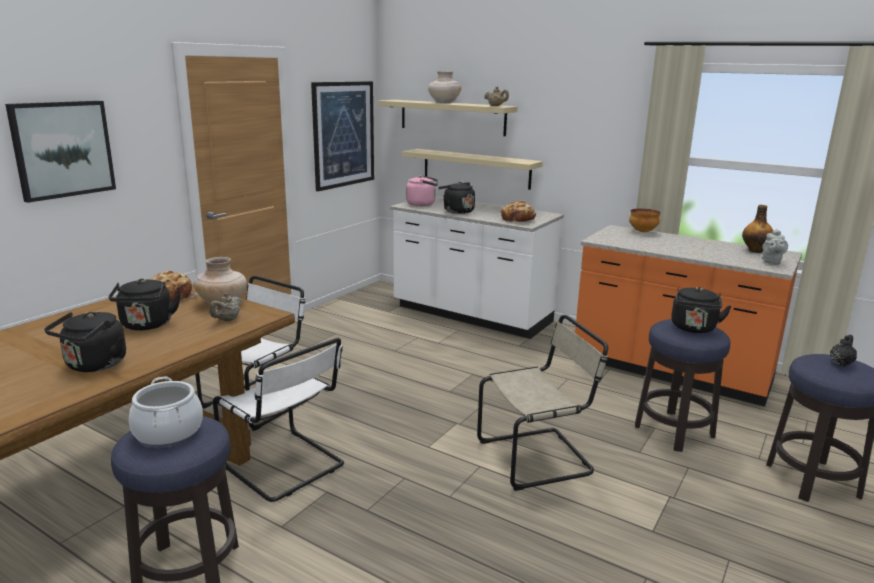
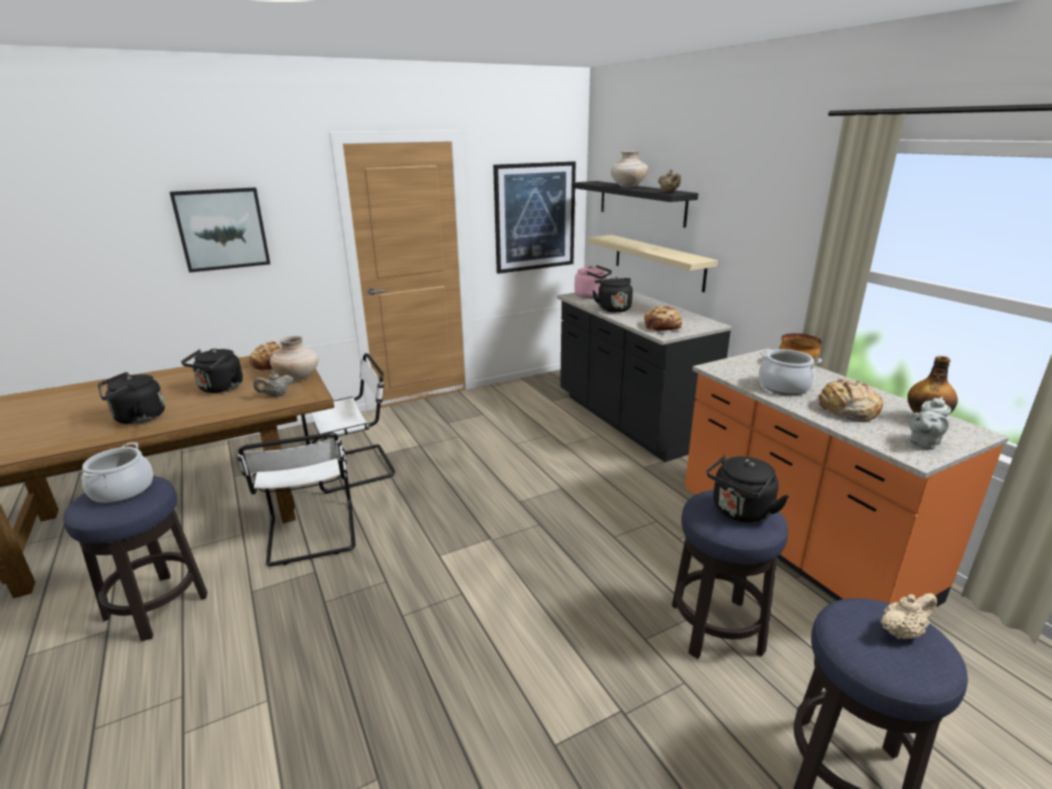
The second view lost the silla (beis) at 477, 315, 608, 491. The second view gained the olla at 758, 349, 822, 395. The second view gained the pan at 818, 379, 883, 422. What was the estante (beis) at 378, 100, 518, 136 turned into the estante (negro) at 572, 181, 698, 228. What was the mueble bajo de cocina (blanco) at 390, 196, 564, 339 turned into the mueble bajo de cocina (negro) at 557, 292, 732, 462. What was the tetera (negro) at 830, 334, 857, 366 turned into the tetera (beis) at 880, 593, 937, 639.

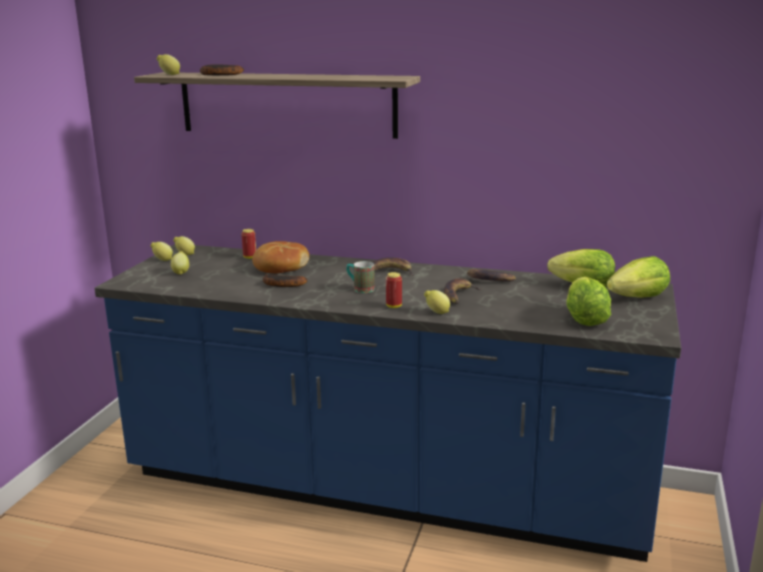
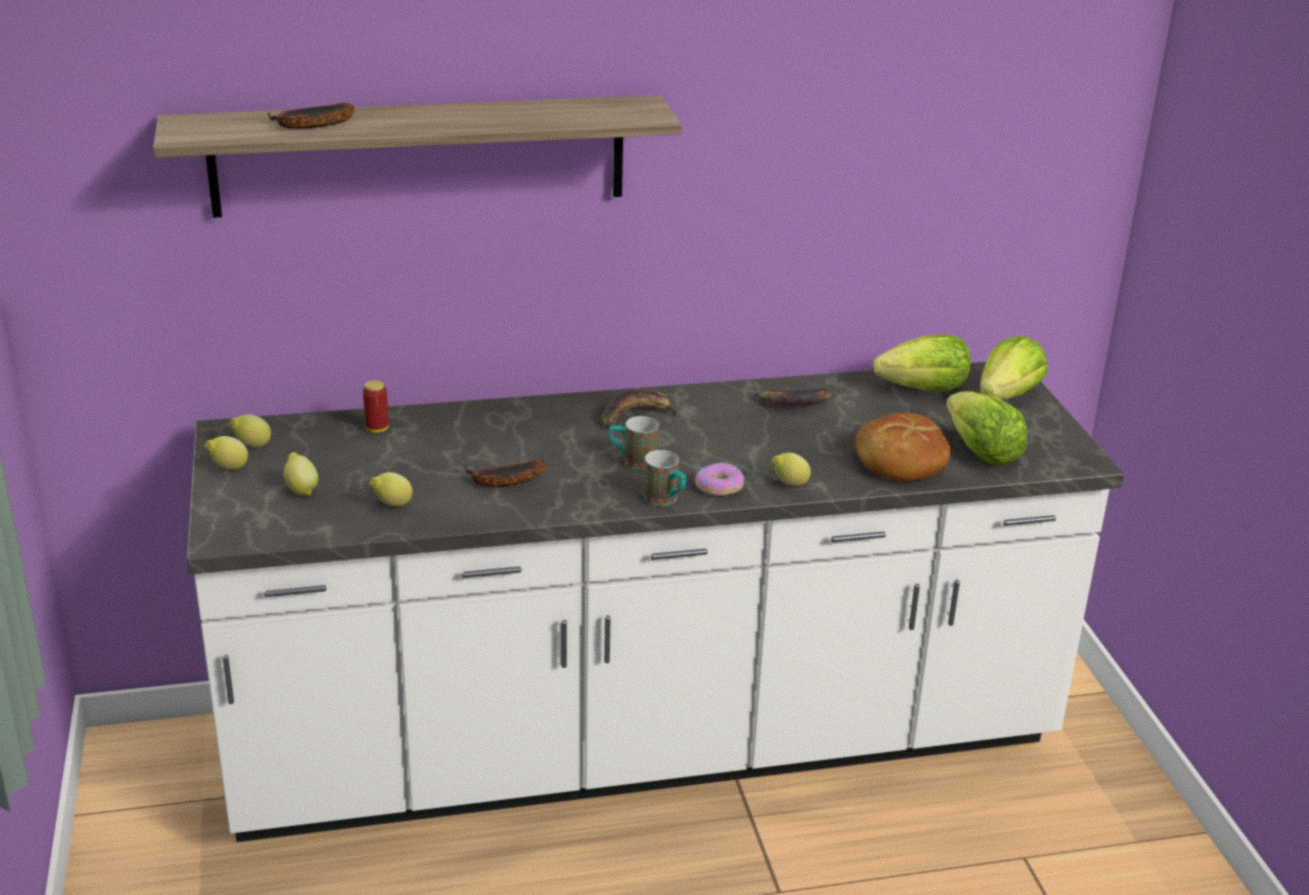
The second view lost the plátano at 444, 278, 481, 304. The second view gained the taza grande at 643, 450, 686, 506. The limón ended up elsewhere, having gone from 157, 54, 180, 75 to 370, 472, 413, 506. The pan ended up elsewhere, having gone from 252, 241, 309, 274 to 855, 413, 951, 481. Where the lata stood at 386, 272, 402, 308, the rosquilla came to stand at 695, 463, 744, 496. What was the mueble bajo de cocina (azul) at 94, 244, 681, 562 turned into the mueble bajo de cocina (blanco) at 187, 362, 1124, 842.

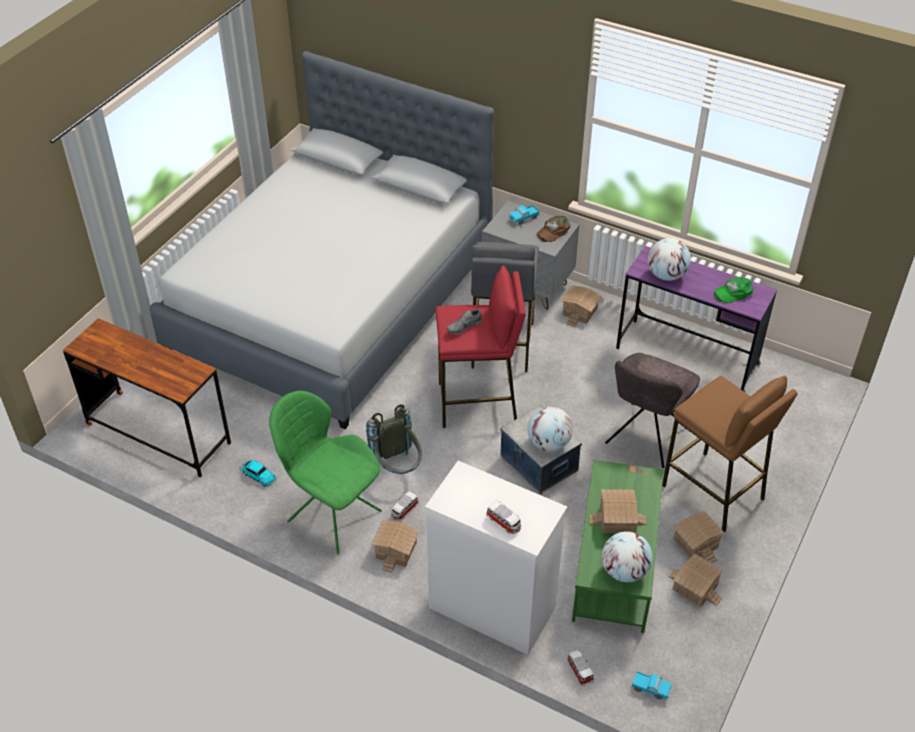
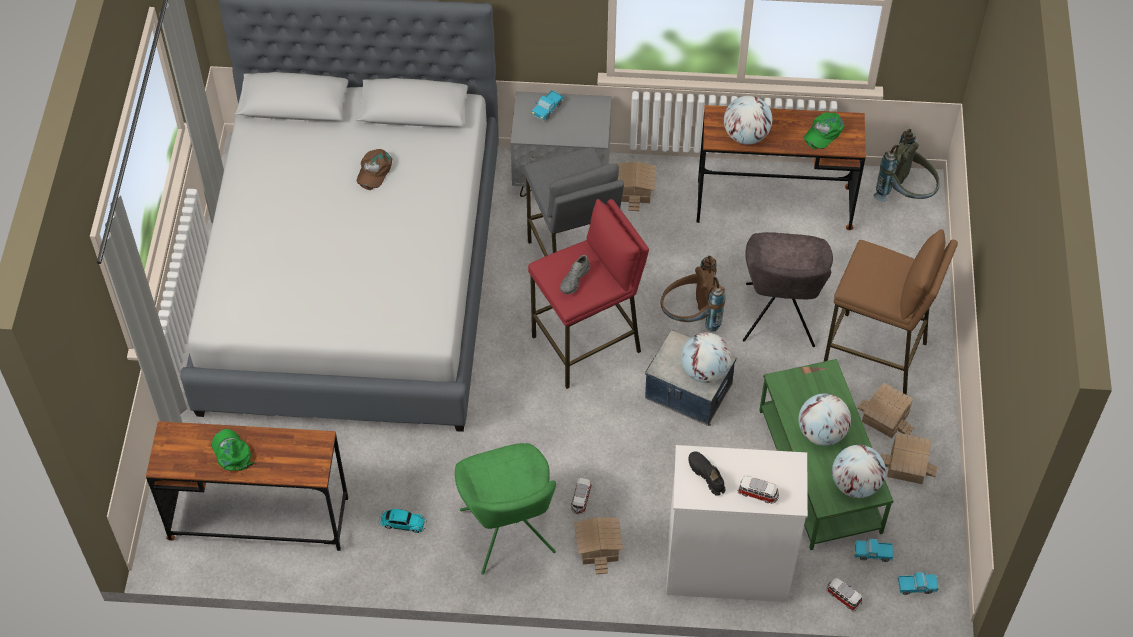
The second view gained the gorra (verde) at 212, 429, 255, 471. The second view gained the mochila (marrón) at 660, 256, 726, 332. The second view gained the zapato (negro) at 688, 451, 726, 496. The second view gained the camión de juguete at 854, 538, 893, 562. The mochila (gris) ended up elsewhere, having gone from 366, 404, 422, 474 to 873, 129, 940, 202. The gorra (marrón) ended up elsewhere, having gone from 537, 216, 571, 242 to 357, 149, 392, 190. Where the casita stood at 589, 489, 647, 533, the globo terráqueo came to stand at 799, 394, 851, 446. What was the escritorio (morado) at 616, 246, 777, 392 turned into the escritorio (marrón) at 697, 105, 866, 230. The silla (verde) at 269, 391, 382, 554 ended up facing another way, 120 degrees counterclockwise from before.

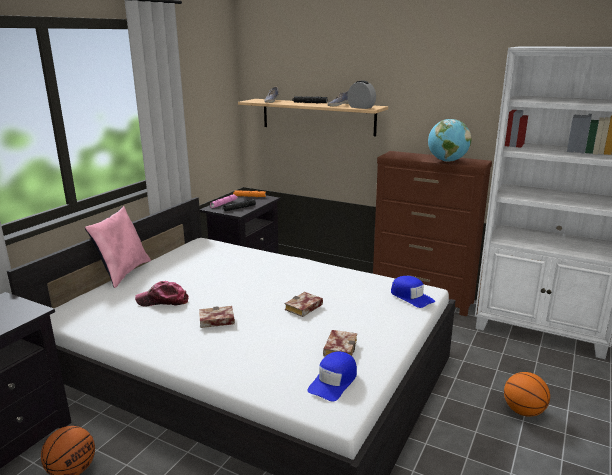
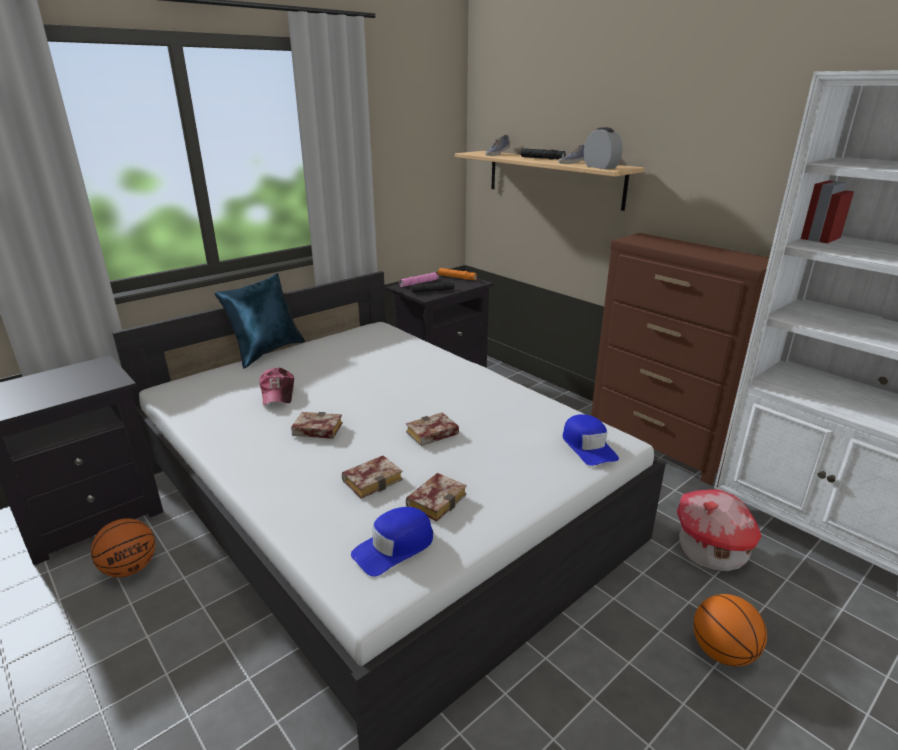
The second view lost the globo terráqueo at 428, 119, 471, 162. The second view gained the libro at 342, 455, 403, 499. The second view gained the casita at 677, 489, 762, 571. What was the cojín (rosa) at 85, 206, 151, 288 turned into the cojín (azul) at 215, 273, 305, 368. The gorra at 135, 281, 189, 306 ended up facing another way, 120 degrees counterclockwise from before.

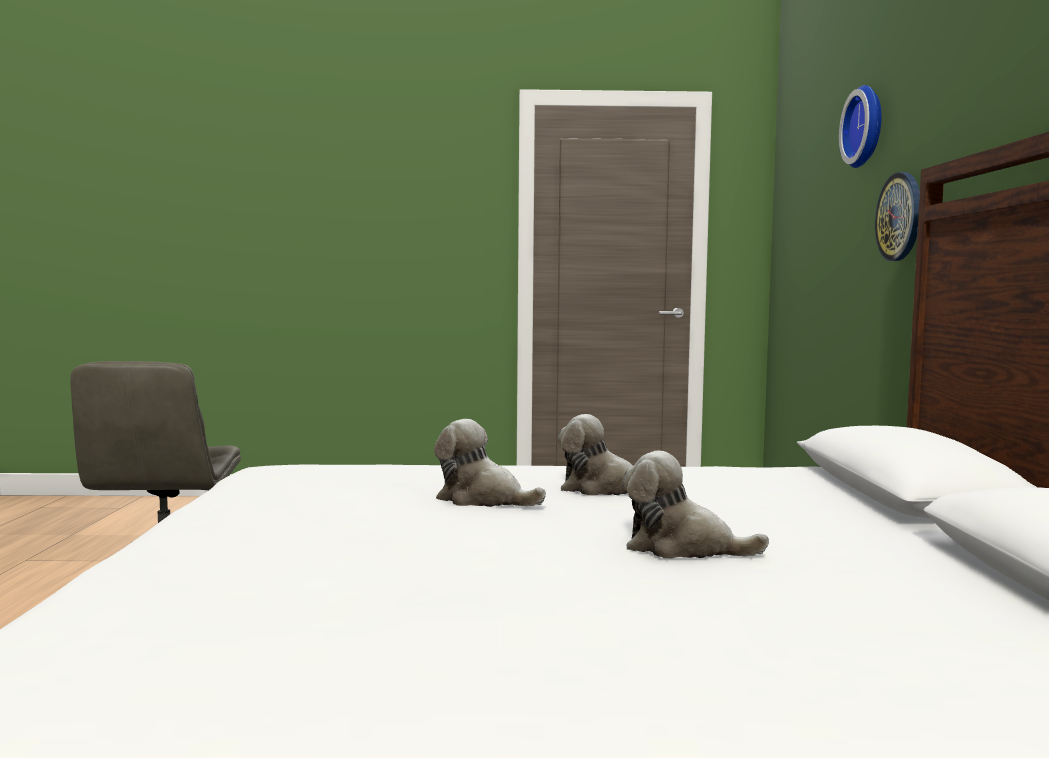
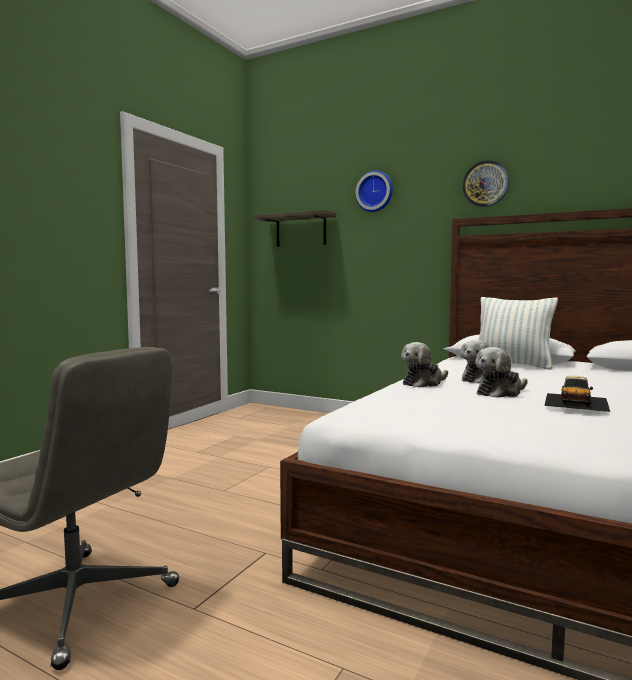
The second view gained the estante at 254, 210, 336, 247. The second view gained the cojín at 479, 297, 558, 370. The second view gained the coche de juguete at 544, 376, 610, 412. The peluche ended up elsewhere, having gone from 623, 451, 769, 559 to 401, 342, 448, 388. The reloj de pared ended up elsewhere, having gone from 875, 172, 920, 261 to 462, 160, 509, 207.

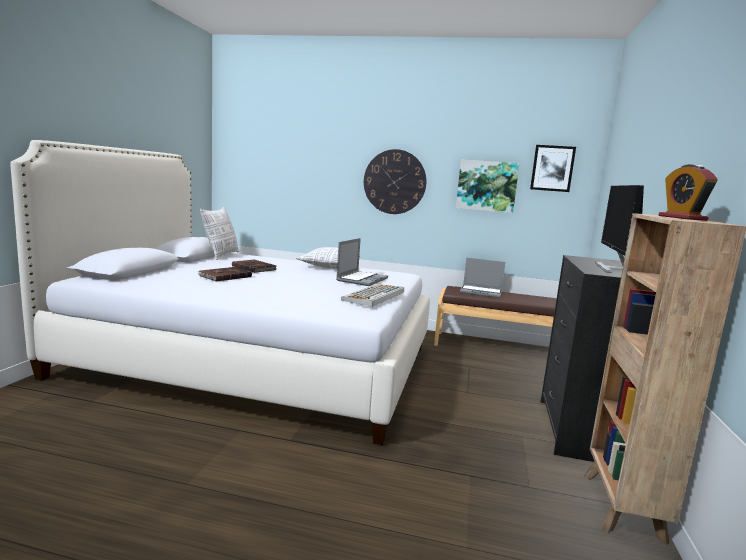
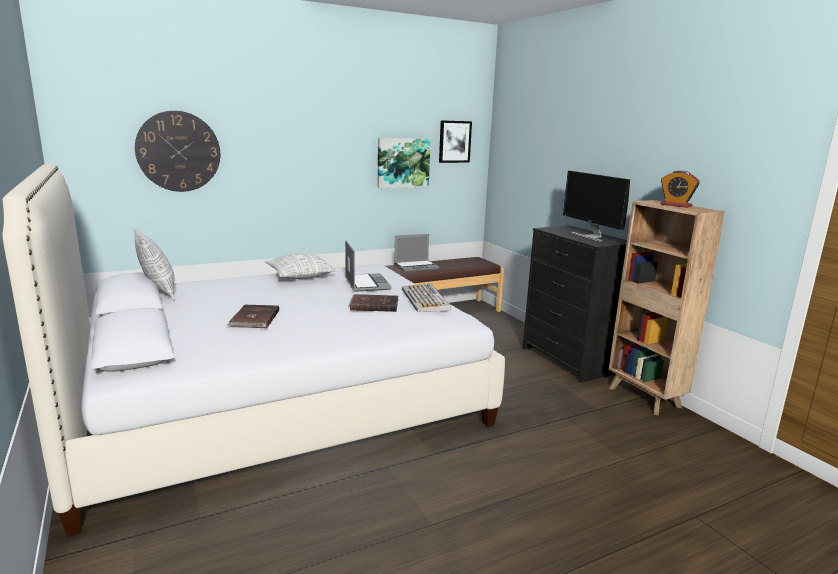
The libro (marrón) ended up elsewhere, having gone from 232, 259, 276, 273 to 349, 294, 399, 312. The reloj de pared ended up elsewhere, having gone from 364, 149, 426, 214 to 135, 111, 220, 192.

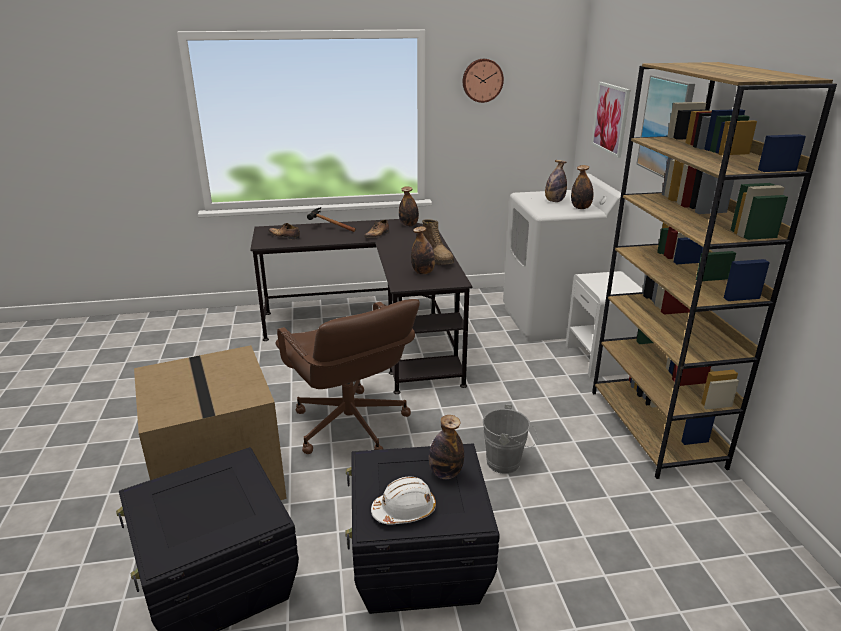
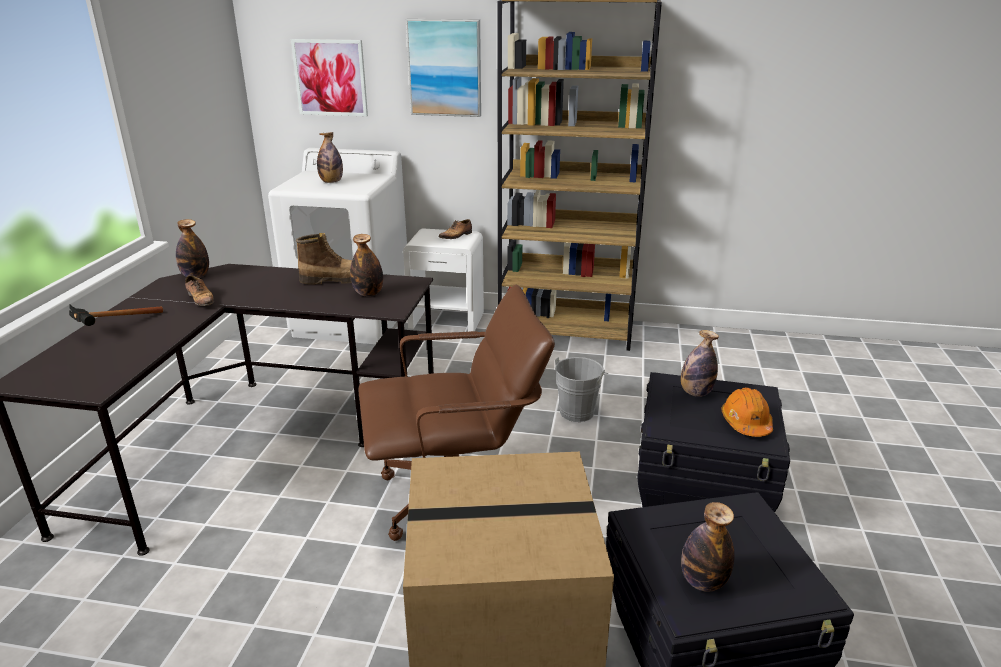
The second view lost the reloj de pared at 463, 59, 504, 103. The zapato ended up elsewhere, having gone from 268, 223, 300, 240 to 438, 219, 472, 239. The botella ended up elsewhere, having gone from 571, 165, 593, 209 to 681, 502, 735, 592. What was the casco (blanco) at 371, 476, 436, 525 turned into the casco (naranja) at 721, 387, 773, 437.

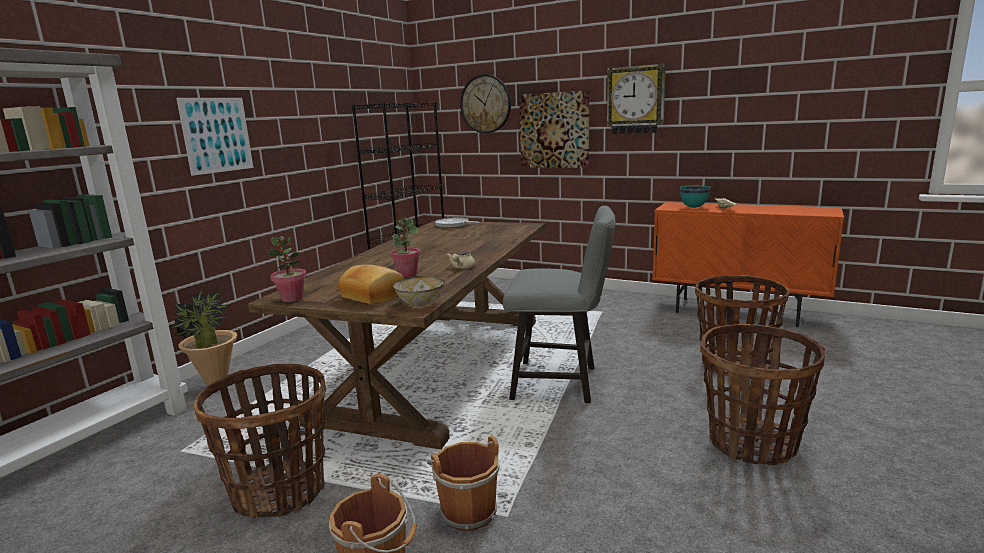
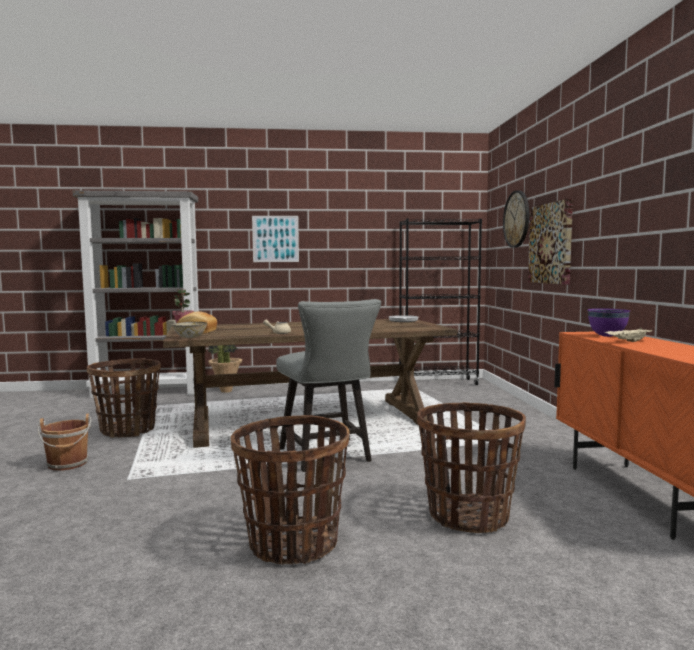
The second view lost the planta en maceta at 390, 218, 421, 277. The second view lost the cubo (marrón) at 427, 436, 500, 531. The second view lost the reloj de pared at 606, 64, 666, 134. What was the cuenco (turquesa) at 680, 185, 711, 208 turned into the cuenco (morado) at 588, 309, 630, 337.

